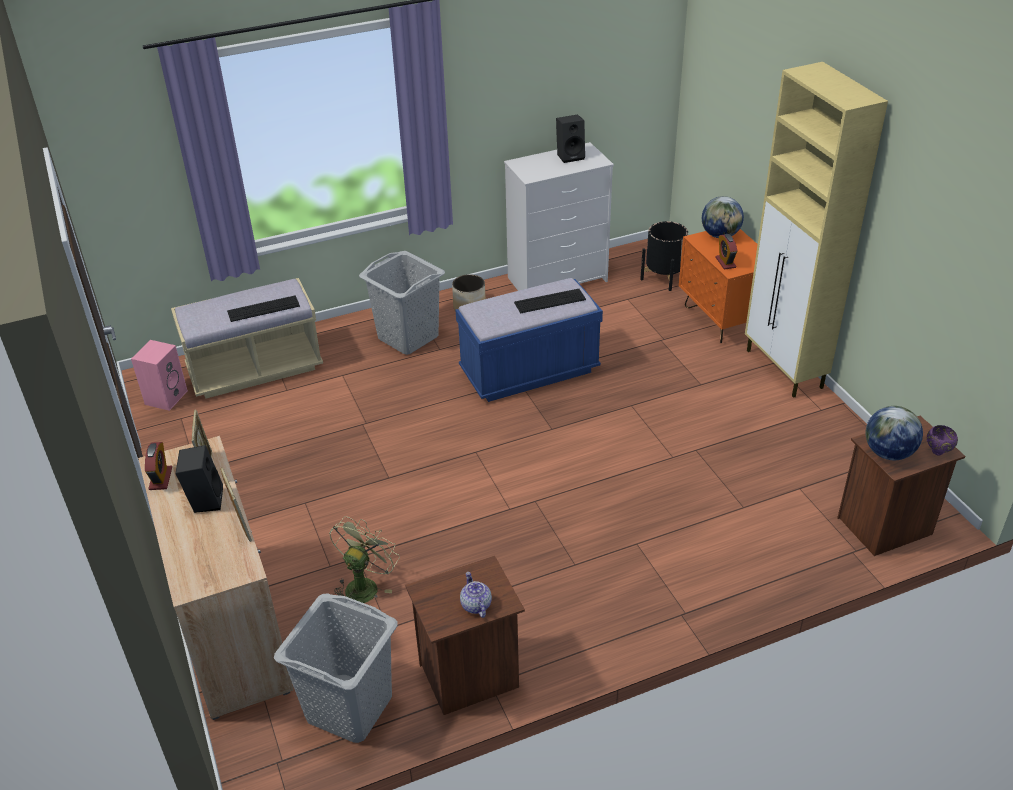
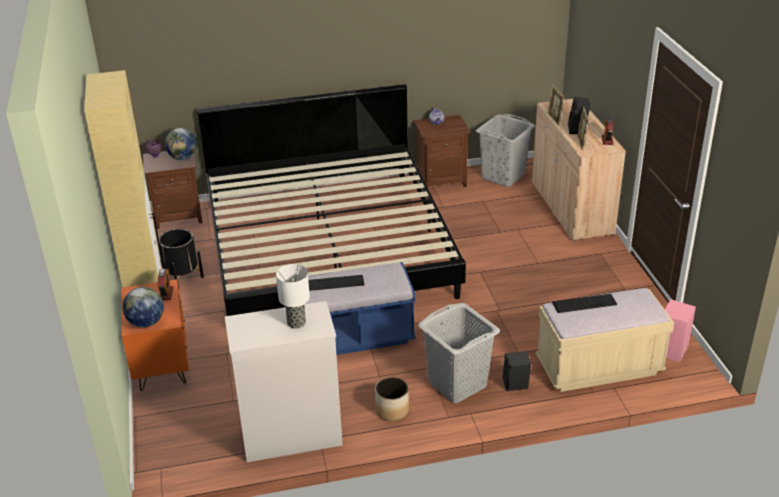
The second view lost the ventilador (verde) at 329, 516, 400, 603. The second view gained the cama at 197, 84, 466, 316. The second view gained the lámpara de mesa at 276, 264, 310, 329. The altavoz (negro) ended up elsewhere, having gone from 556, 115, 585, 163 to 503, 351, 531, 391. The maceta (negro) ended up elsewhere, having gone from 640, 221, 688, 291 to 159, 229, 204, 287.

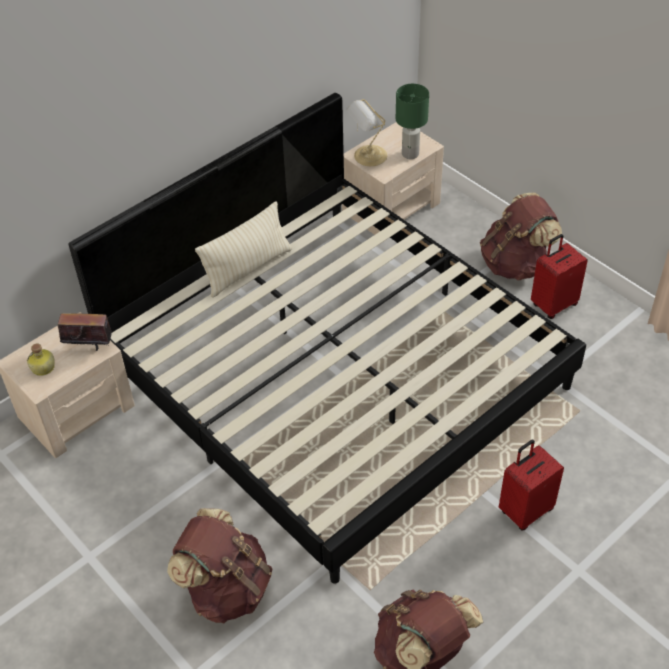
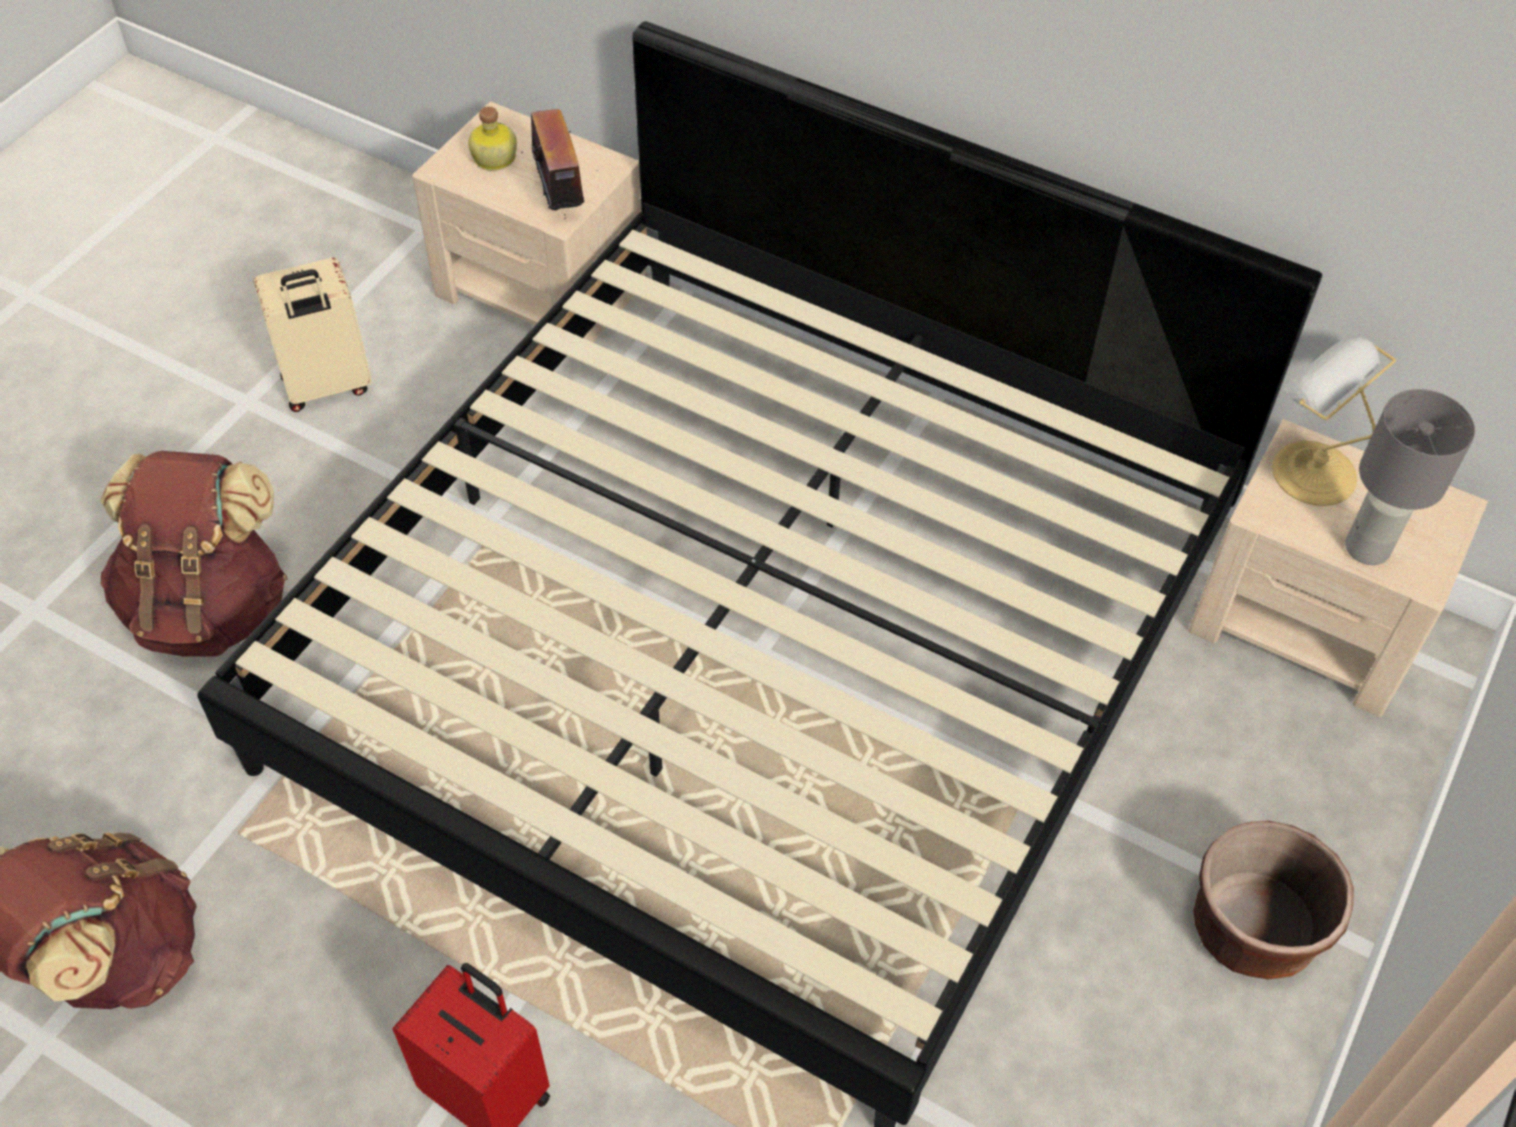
The second view lost the cojín (beis) at 195, 201, 292, 298. The second view lost the maleta (rojo) at 531, 234, 588, 319. The second view gained the maleta (beis) at 254, 258, 372, 412. Where the mochila (marrón) stood at 480, 193, 562, 280, the maceta (marrón) came to stand at 1193, 821, 1354, 980. What was the lámpara de mesa (verde) at 396, 84, 429, 159 turned into the lámpara de mesa (gris) at 1345, 389, 1475, 565.

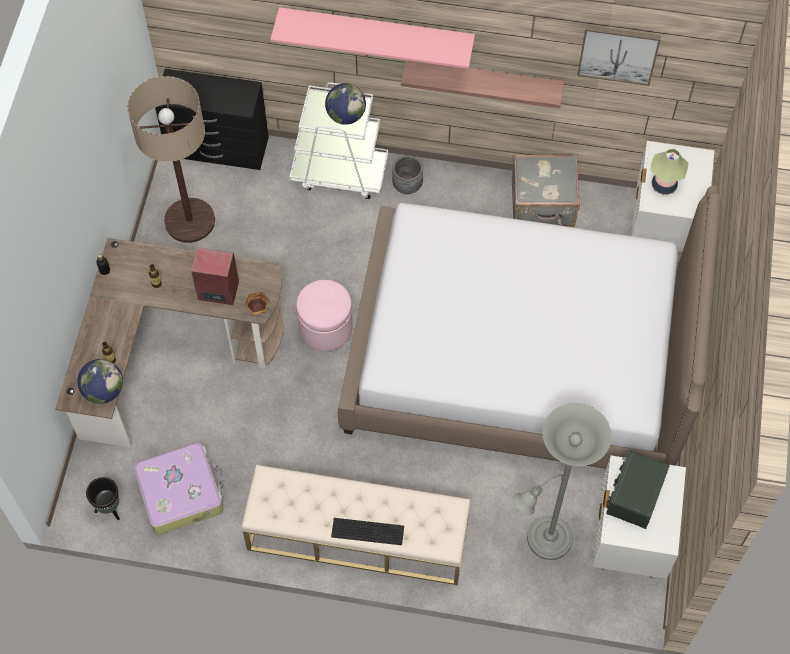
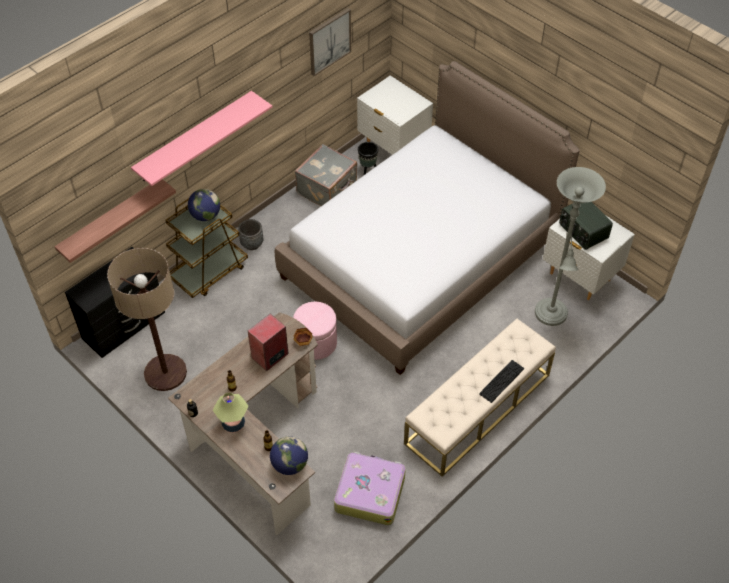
The maceta (negro) ended up elsewhere, having gone from 86, 477, 120, 520 to 358, 142, 378, 175. The estante ended up elsewhere, having gone from 401, 60, 564, 108 to 55, 179, 176, 263. The lámpara de mesa ended up elsewhere, having gone from 650, 149, 688, 195 to 213, 393, 248, 433. What was the carrito (blanco) at 289, 82, 388, 199 turned into the carrito (marrón) at 166, 198, 248, 298.

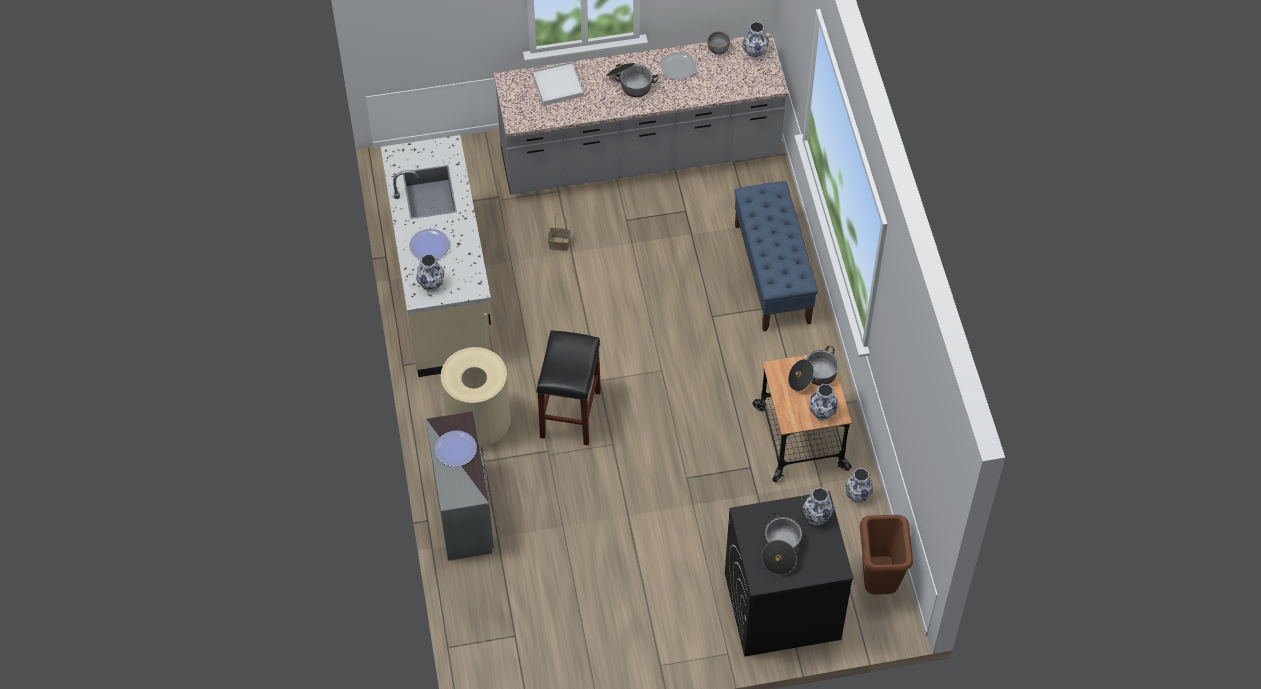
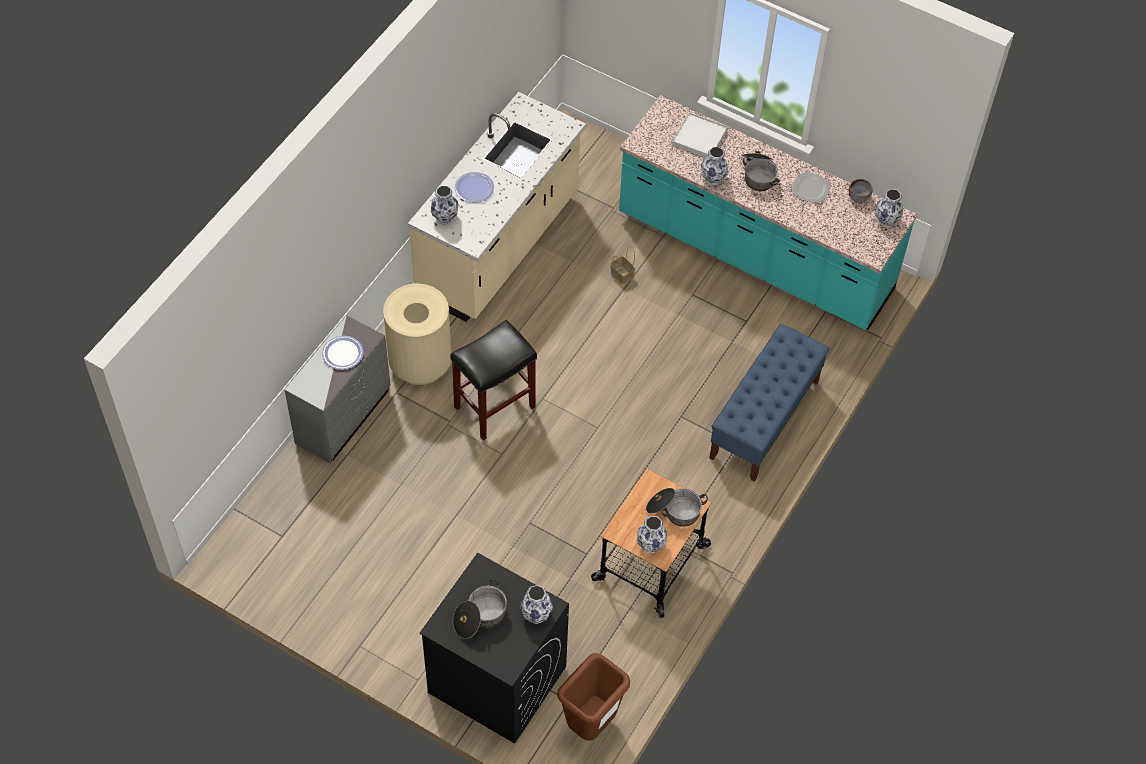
The florero ended up elsewhere, having gone from 845, 468, 873, 503 to 701, 147, 728, 185. What was the mueble bajo de cocina (gris) at 494, 33, 788, 195 turned into the mueble bajo de cocina (turquesa) at 619, 95, 917, 330.

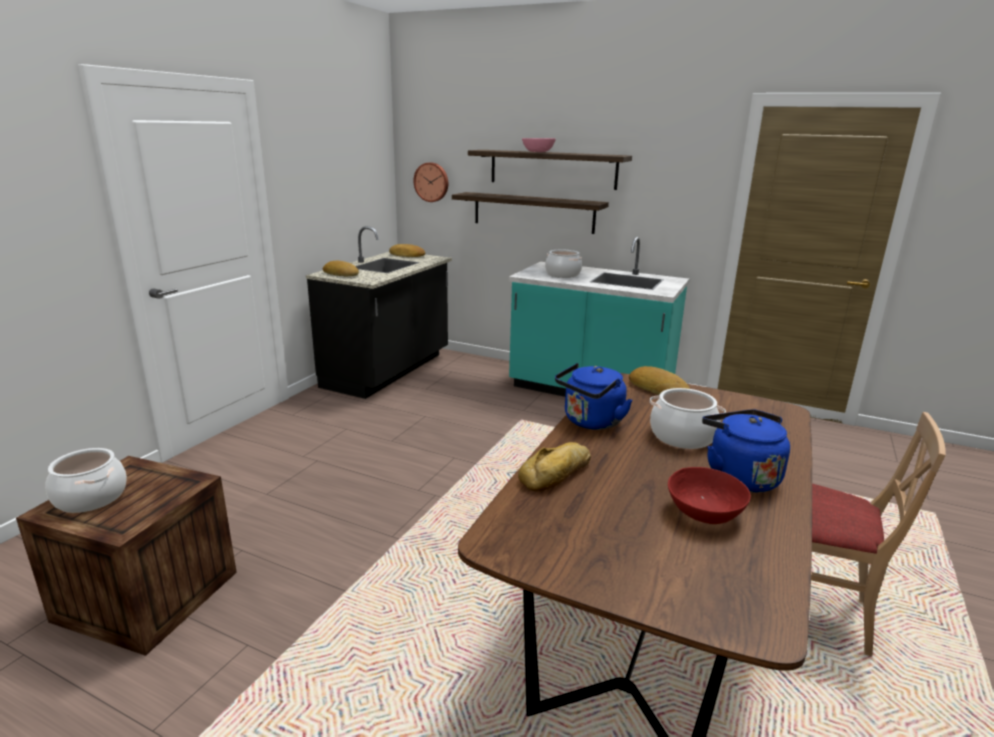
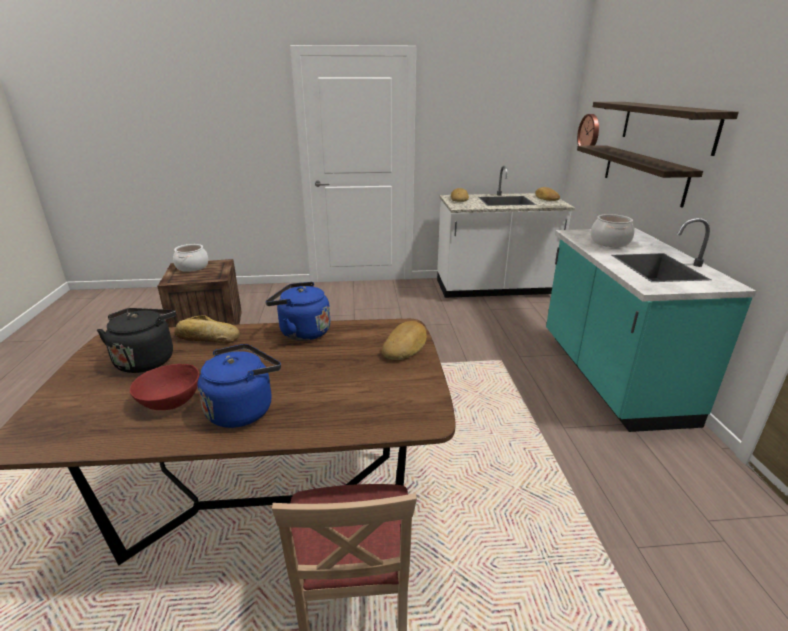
The second view lost the cuenco (rosa) at 522, 138, 556, 152. The second view lost the olla at 650, 388, 726, 449. The second view gained the hervidor (negro) at 97, 308, 176, 373. What was the mueble bajo de cocina (negro) at 306, 226, 452, 399 turned into the mueble bajo de cocina (blanco) at 437, 166, 575, 298.

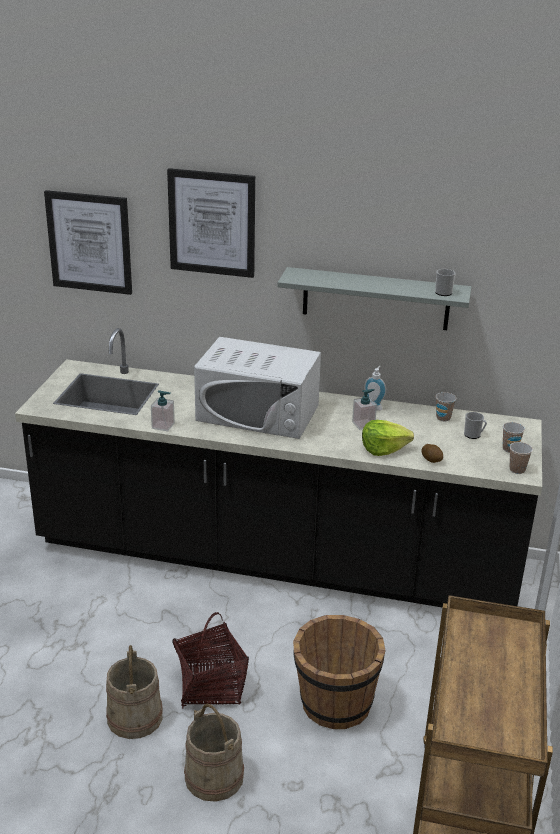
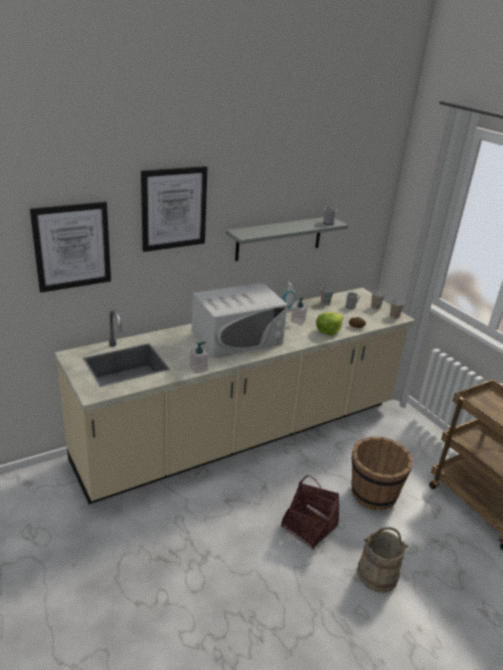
The second view lost the cubo (beis) at 106, 645, 163, 739. What was the mueble bajo de cocina (negro) at 15, 328, 542, 608 turned into the mueble bajo de cocina (beis) at 54, 288, 415, 504.

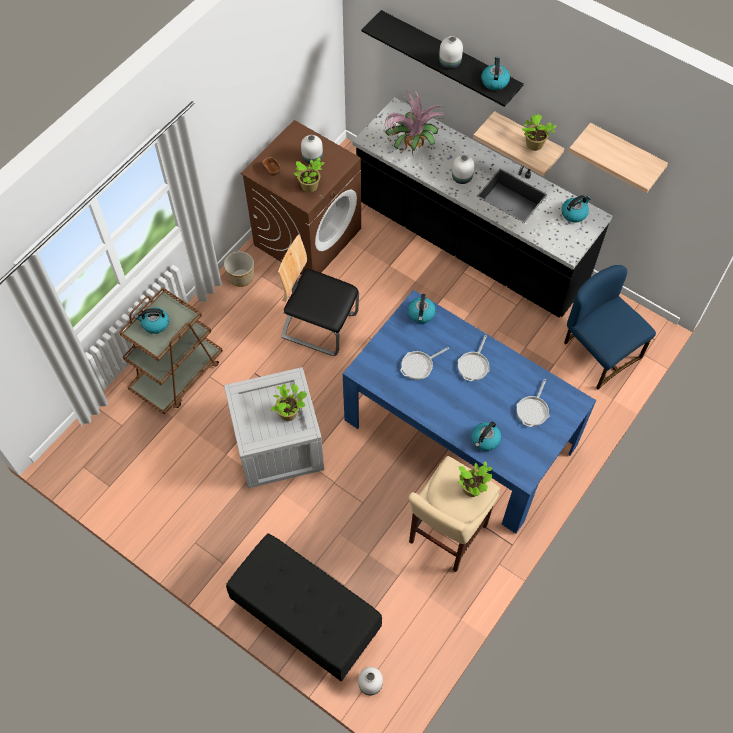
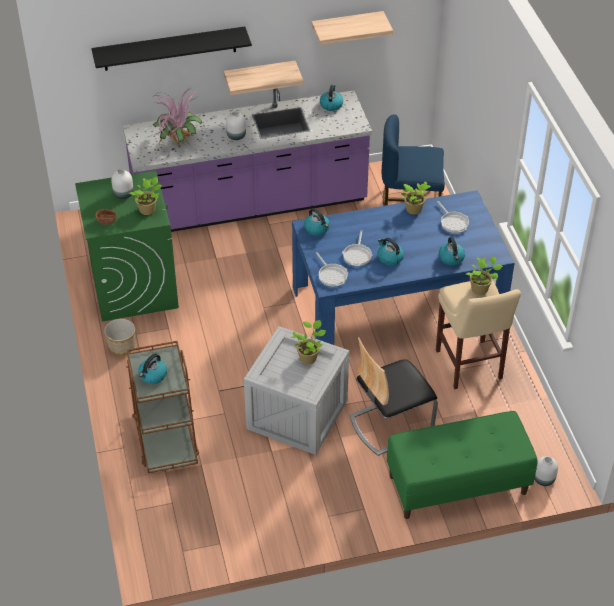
The second view lost the florero (blanco) at 439, 36, 463, 69. The silla ended up elsewhere, having gone from 278, 234, 359, 356 to 349, 337, 438, 456. The sartén ended up elsewhere, having gone from 458, 335, 490, 381 to 316, 252, 348, 287. The hervidor ended up elsewhere, having gone from 481, 57, 510, 90 to 377, 238, 404, 266. The planta en maceta ended up elsewhere, having gone from 522, 114, 556, 151 to 401, 181, 431, 215. What was the banco (negro) at 226, 533, 382, 681 turned into the banco (verde) at 387, 411, 537, 519. What was the lavadora (marrón) at 241, 120, 361, 275 turned into the lavadora (verde) at 75, 171, 179, 322. What was the mueble bajo de cocina (negro) at 352, 97, 613, 317 turned into the mueble bajo de cocina (morado) at 123, 88, 372, 232.

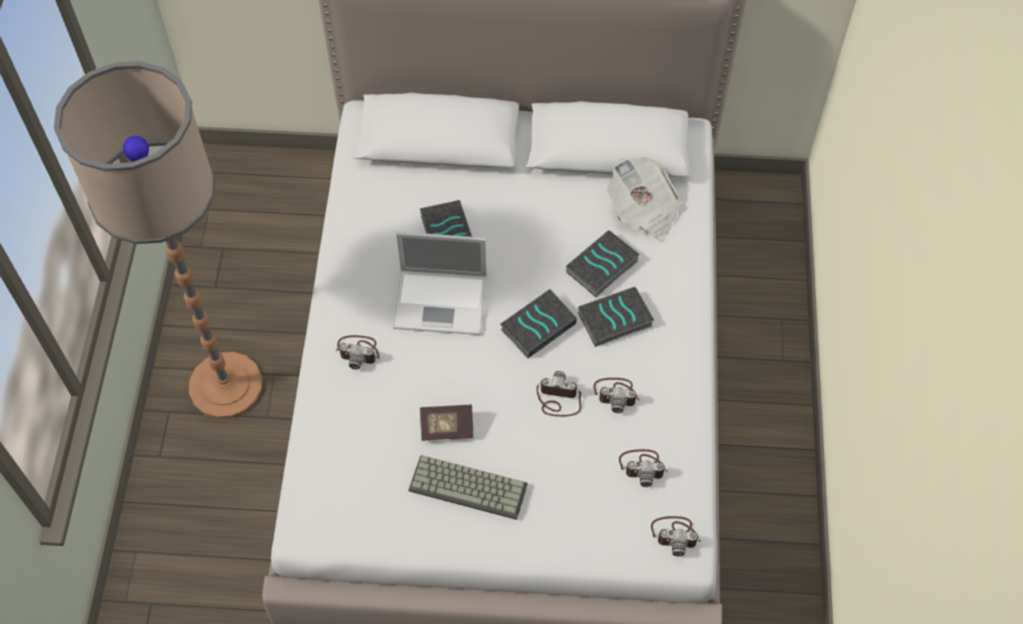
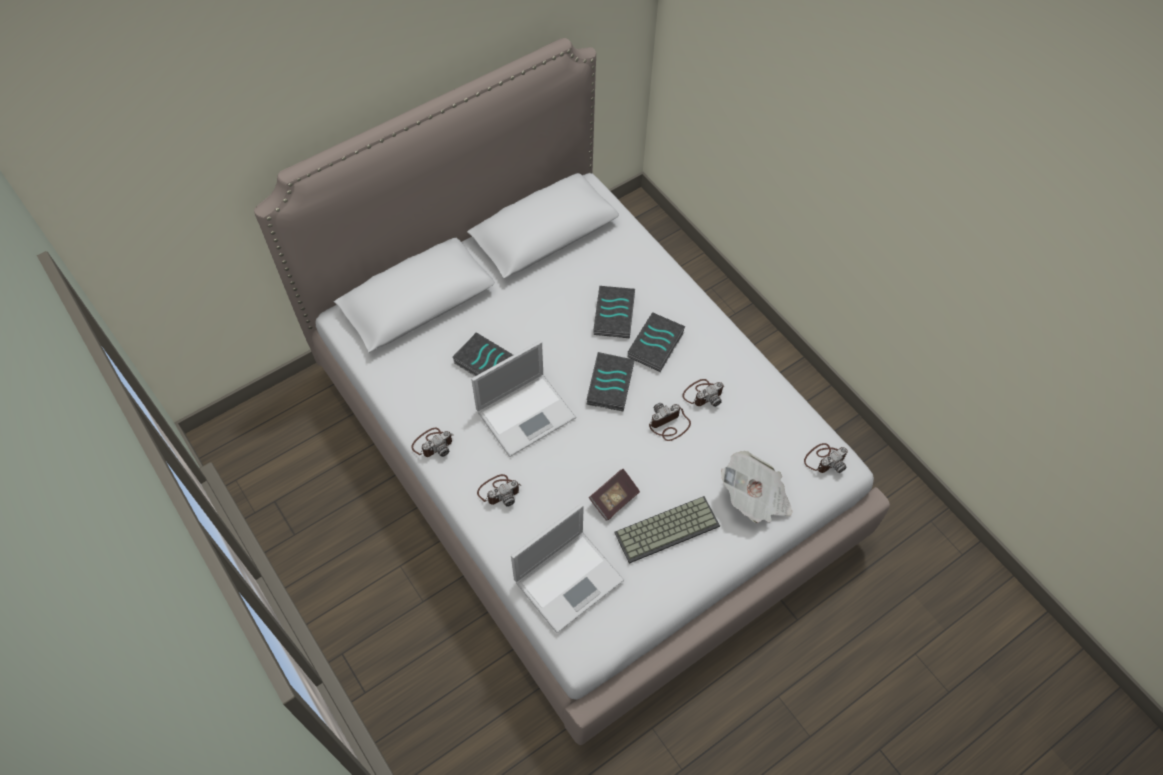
The second view lost the lámpara de pie at 54, 61, 262, 419. The second view gained the portátil at 511, 504, 624, 633. The periódico ended up elsewhere, having gone from 607, 157, 683, 241 to 721, 451, 793, 523. The cámara ended up elsewhere, having gone from 619, 449, 668, 487 to 411, 428, 454, 457.

